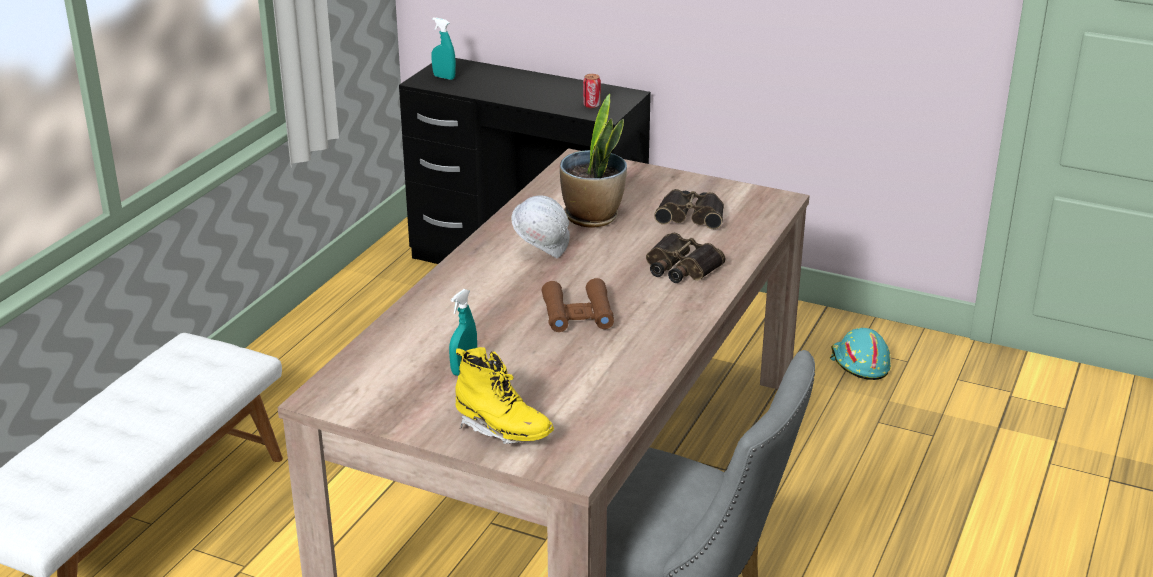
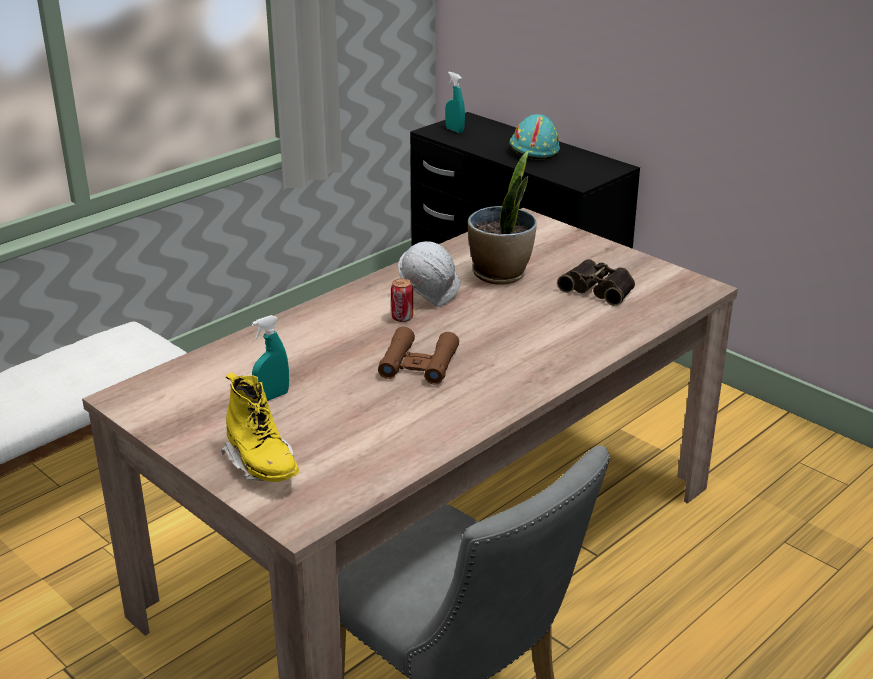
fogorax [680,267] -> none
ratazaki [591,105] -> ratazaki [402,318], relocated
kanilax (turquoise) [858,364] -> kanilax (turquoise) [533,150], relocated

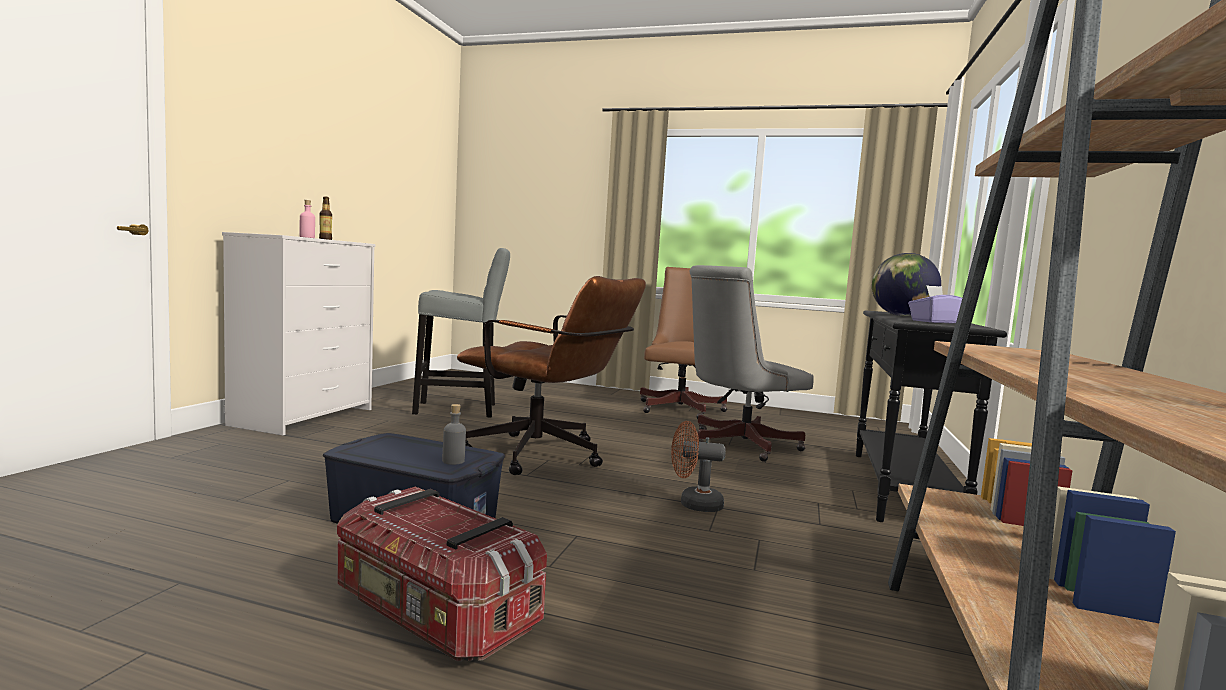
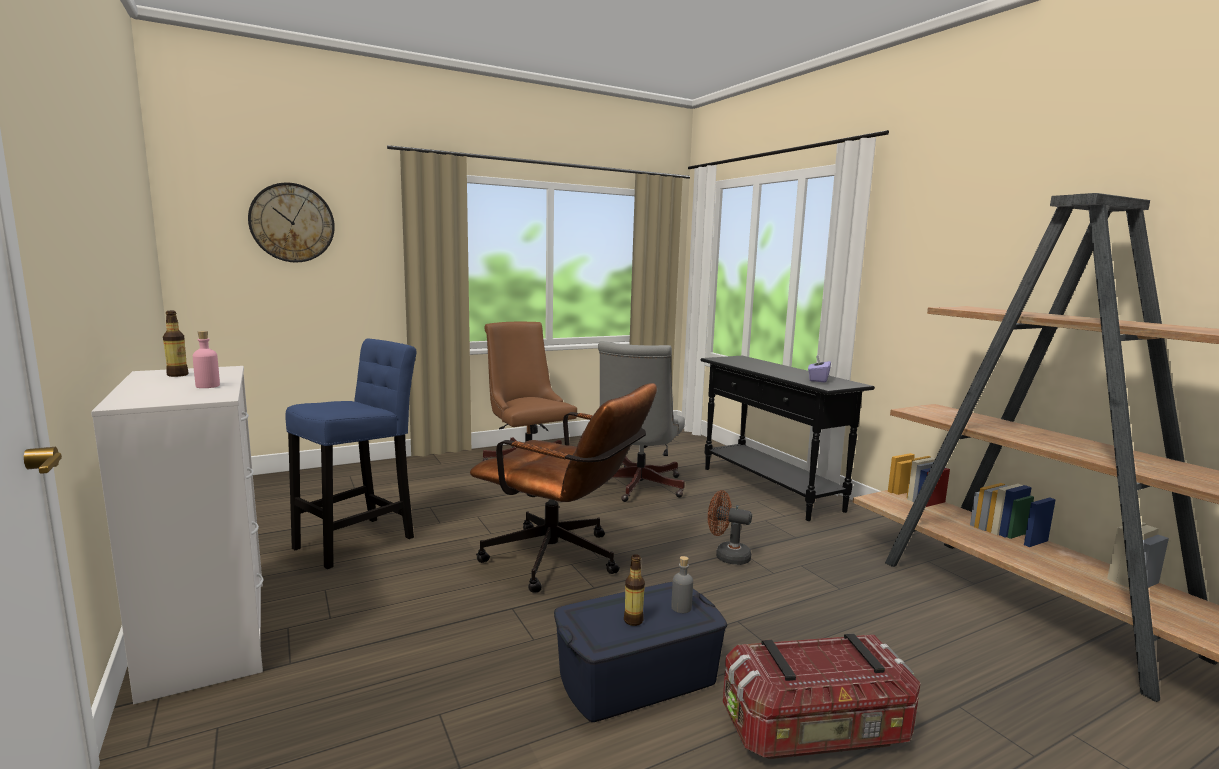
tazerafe [901,315] -> none
none -> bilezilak [292,223]
none -> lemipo [633,620]
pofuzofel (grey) [461,409] -> pofuzofel (blue) [360,540]
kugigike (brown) [546,457] -> kugigike (brown) [563,561], 45 degrees clockwise
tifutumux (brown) [693,504] -> tifutumux (brown) [727,556], 60 degrees clockwise

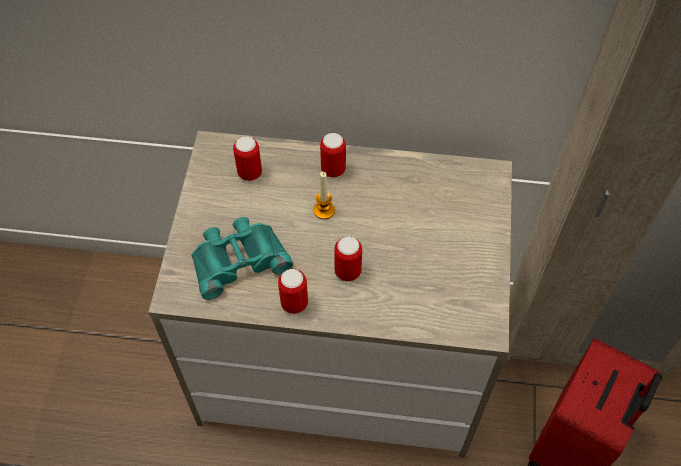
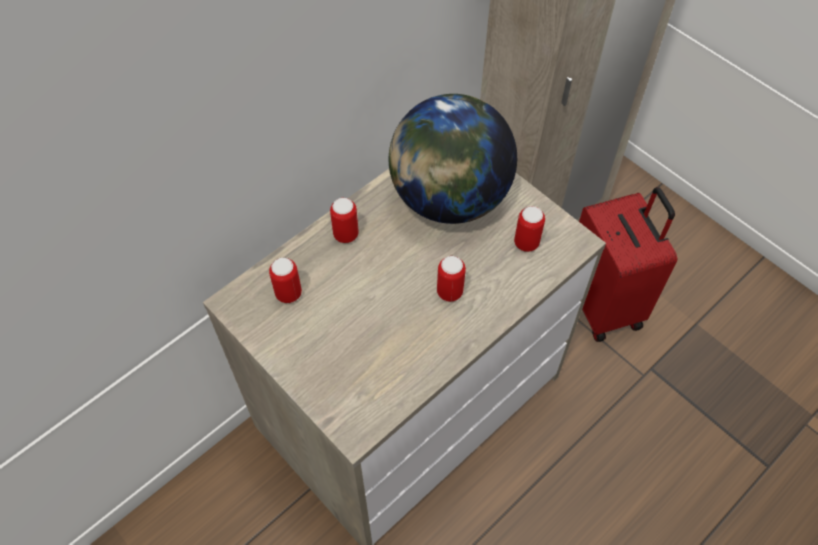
fogorax (turquoise) [238,259] -> none
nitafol [324,210] -> none
none -> tazerafe [449,198]
ratazaki [294,303] -> ratazaki [526,243], relocated

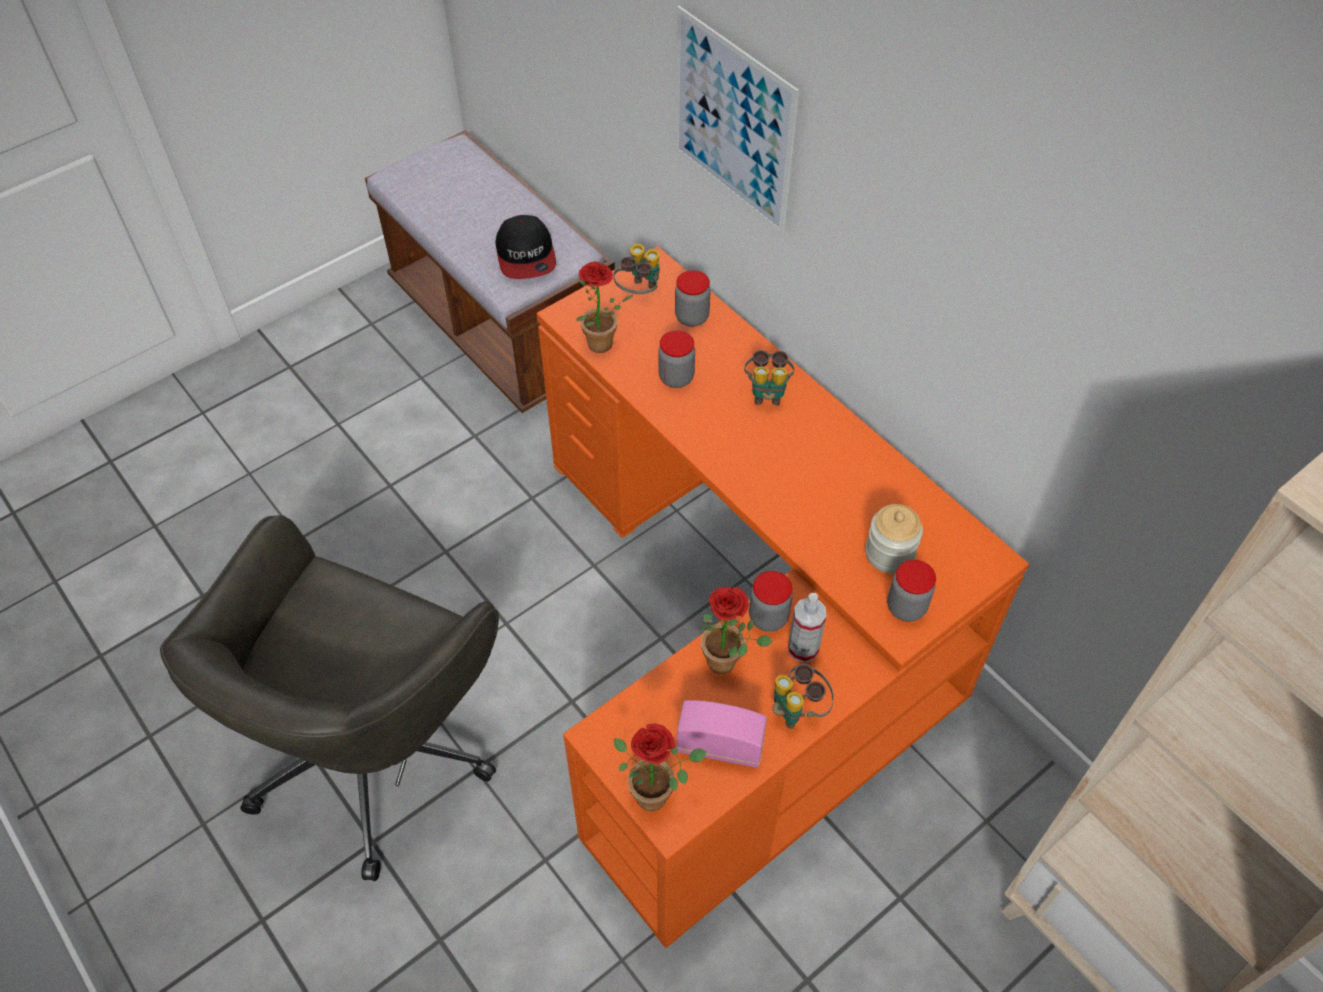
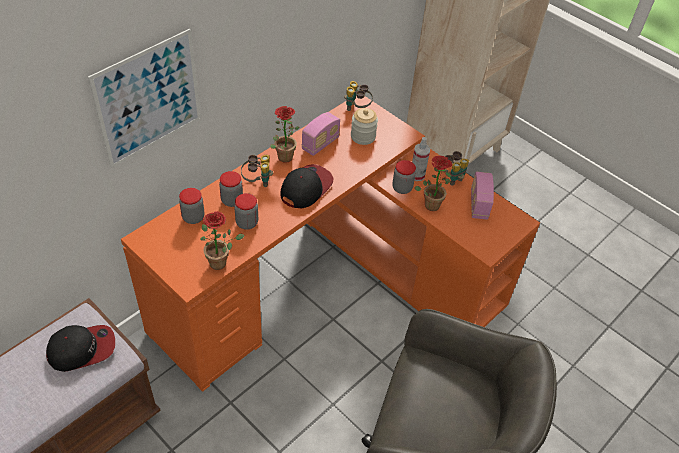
none -> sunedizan [306,188]
none -> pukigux [320,144]
fogorax [639,292] -> fogorax [357,108], relocated
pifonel [657,793] -> pifonel [283,155], relocated
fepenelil [906,607] -> fepenelil [232,200], relocated

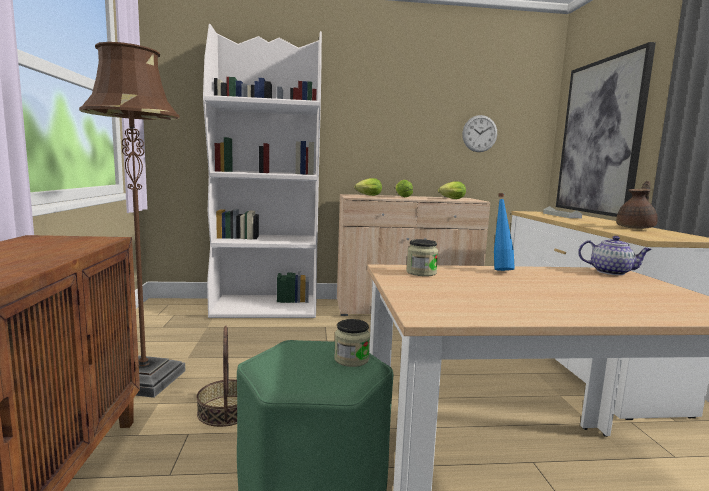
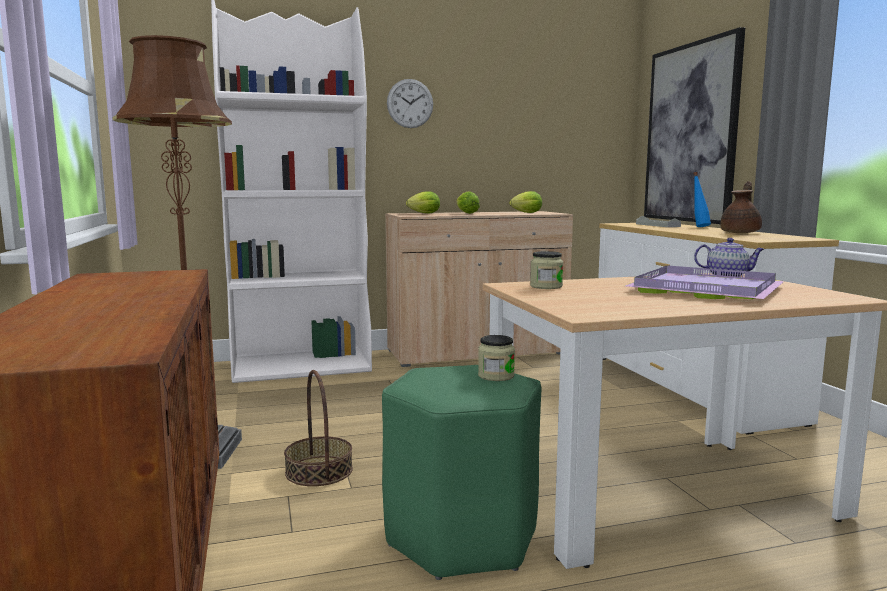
none -> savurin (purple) [708,289]
bilezilak [479,133] -> bilezilak [410,103], relocated
lemipo (blue) [500,270] -> lemipo (blue) [698,227], relocated

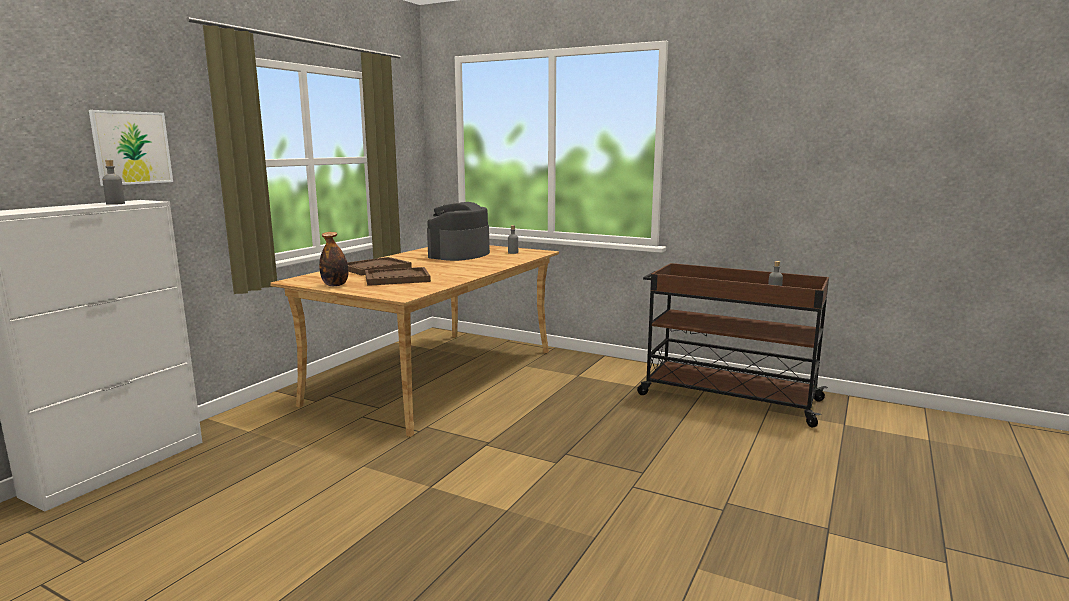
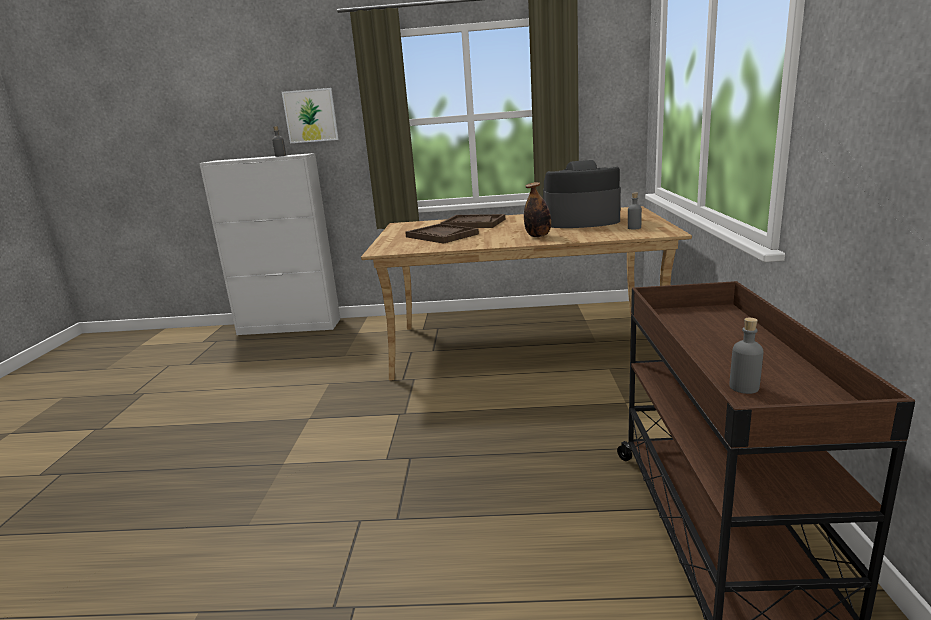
lemipo [335,285] -> lemipo [538,236], relocated

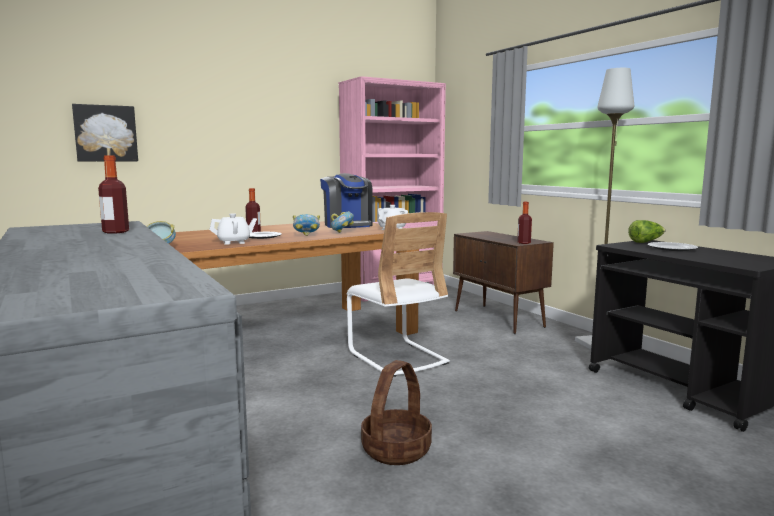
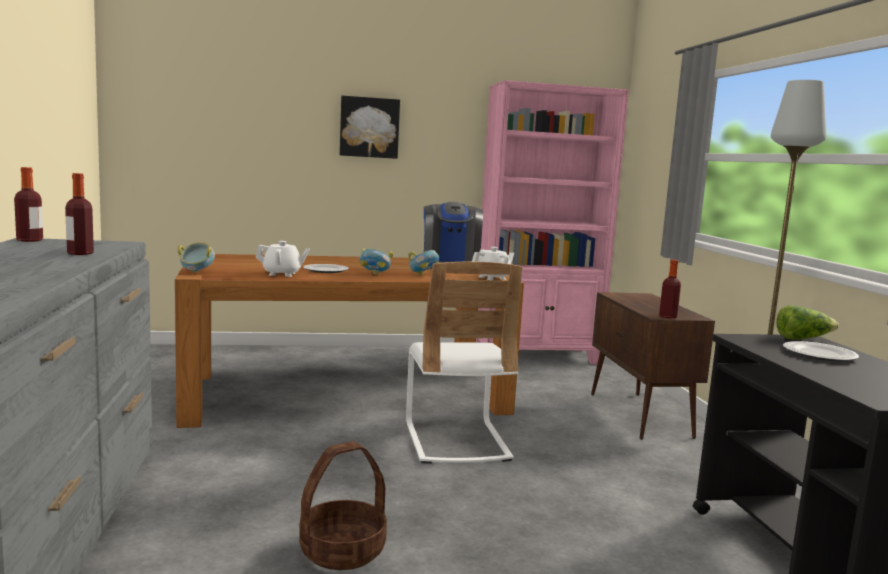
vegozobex [105,133] -> vegozobex [369,127], relocated
lemipo [253,232] -> lemipo [30,240], relocated

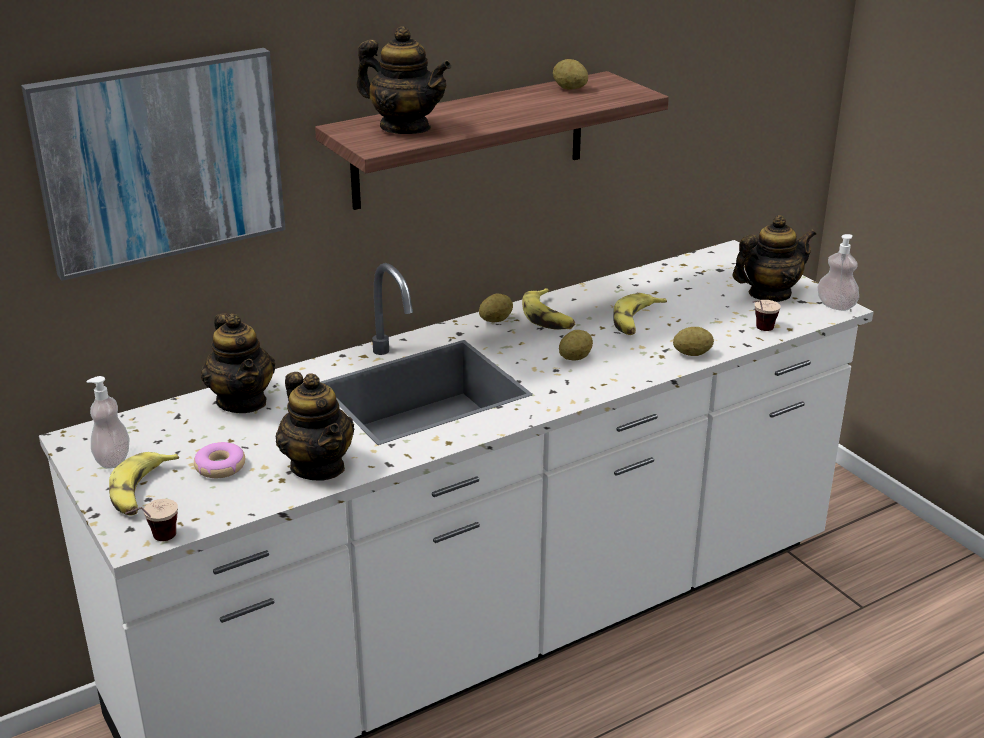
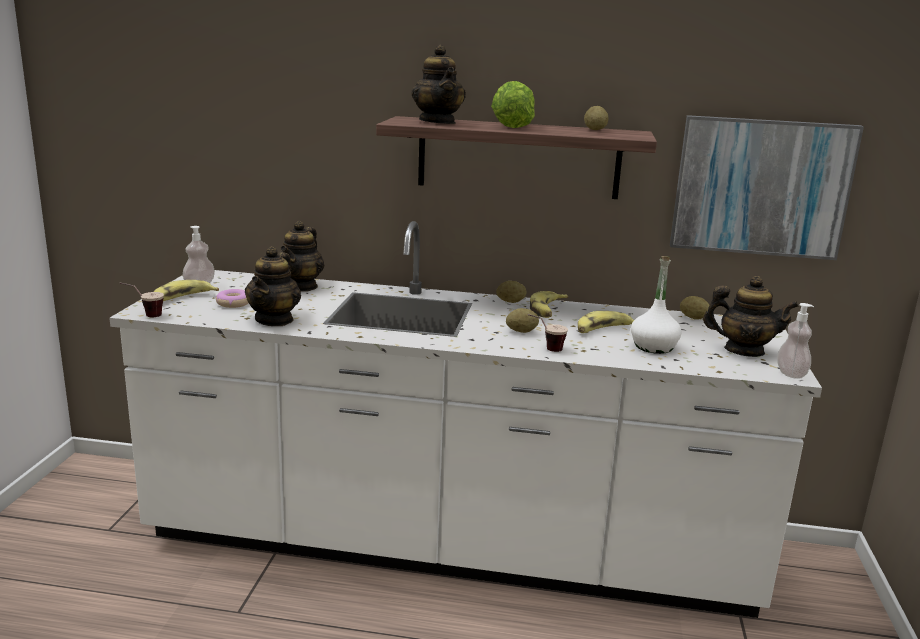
none -> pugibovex [512,126]
none -> lemipo (white) [653,347]
vegozobex [161,160] -> vegozobex [761,187], relocated
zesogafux [692,354] -> zesogafux [693,318], relocated
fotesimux [759,331] -> fotesimux [545,349], relocated

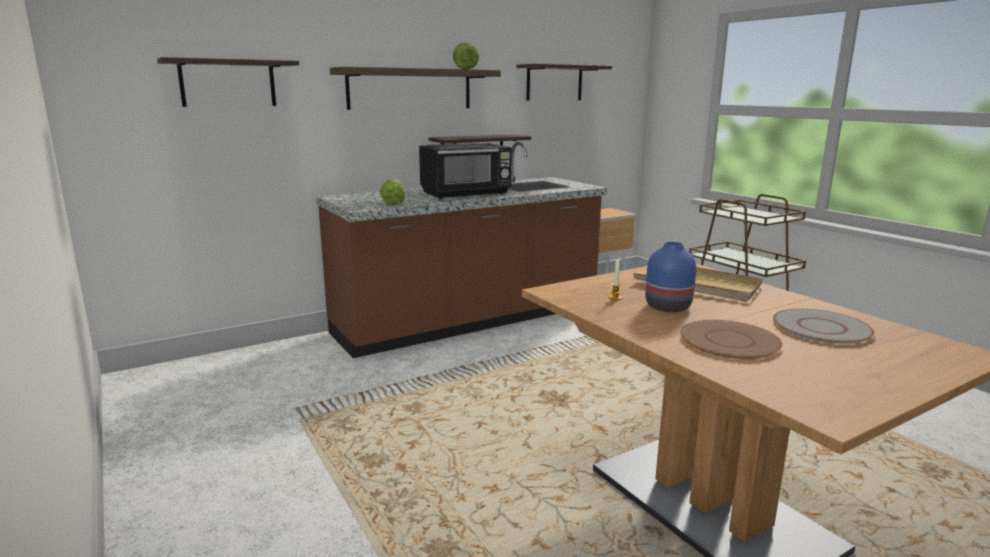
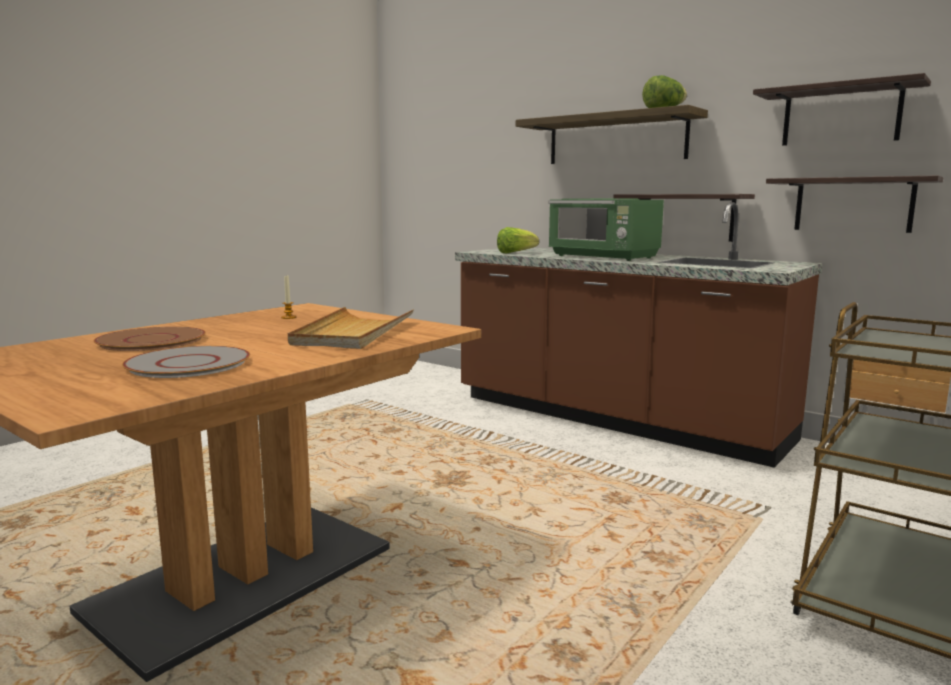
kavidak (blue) [668,307] -> none
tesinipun [228,83] -> tesinipun [853,205], relocated
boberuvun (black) [466,194] -> boberuvun (green) [604,257]

